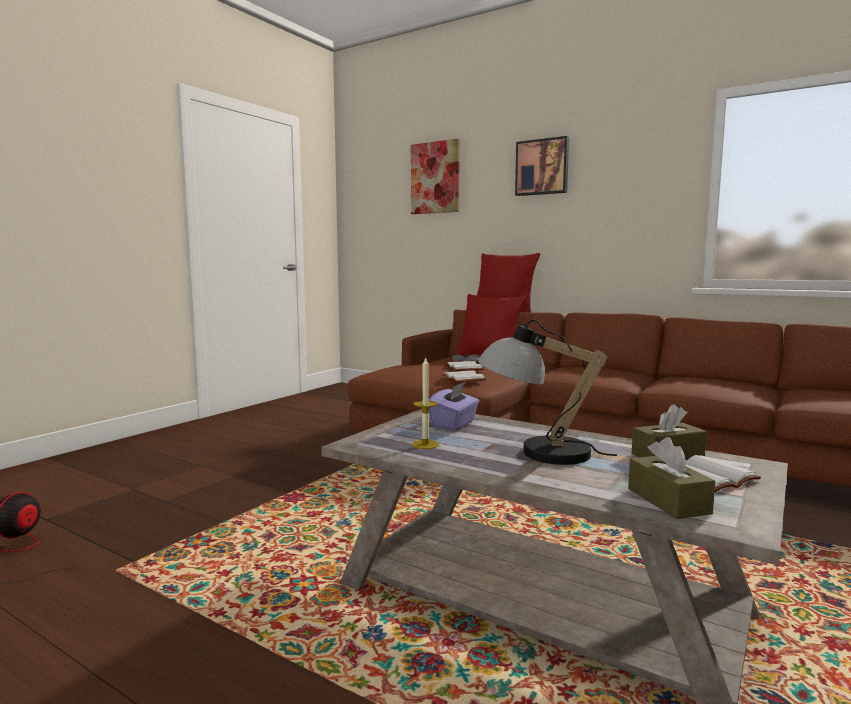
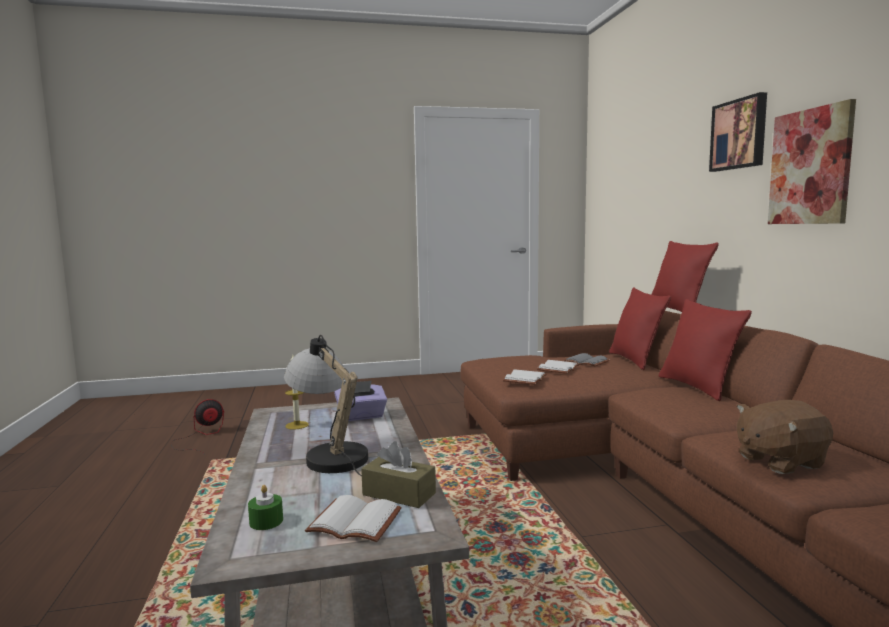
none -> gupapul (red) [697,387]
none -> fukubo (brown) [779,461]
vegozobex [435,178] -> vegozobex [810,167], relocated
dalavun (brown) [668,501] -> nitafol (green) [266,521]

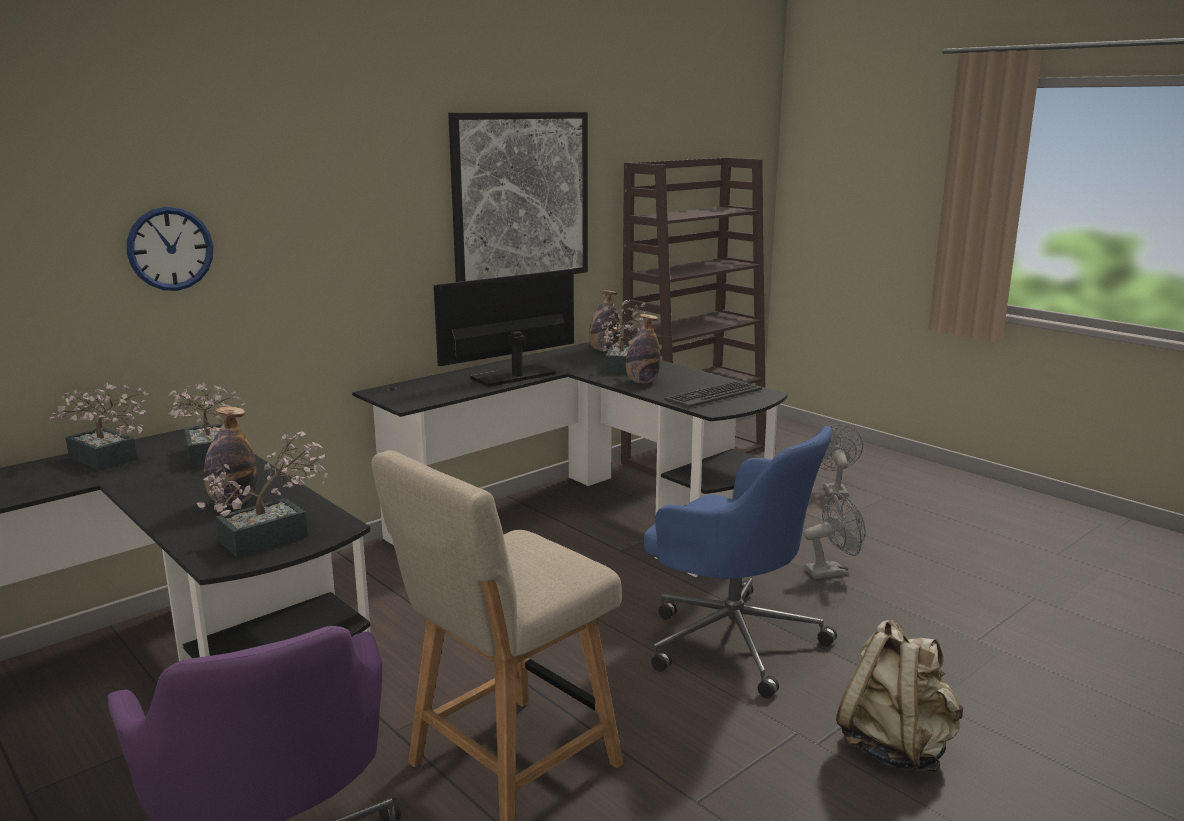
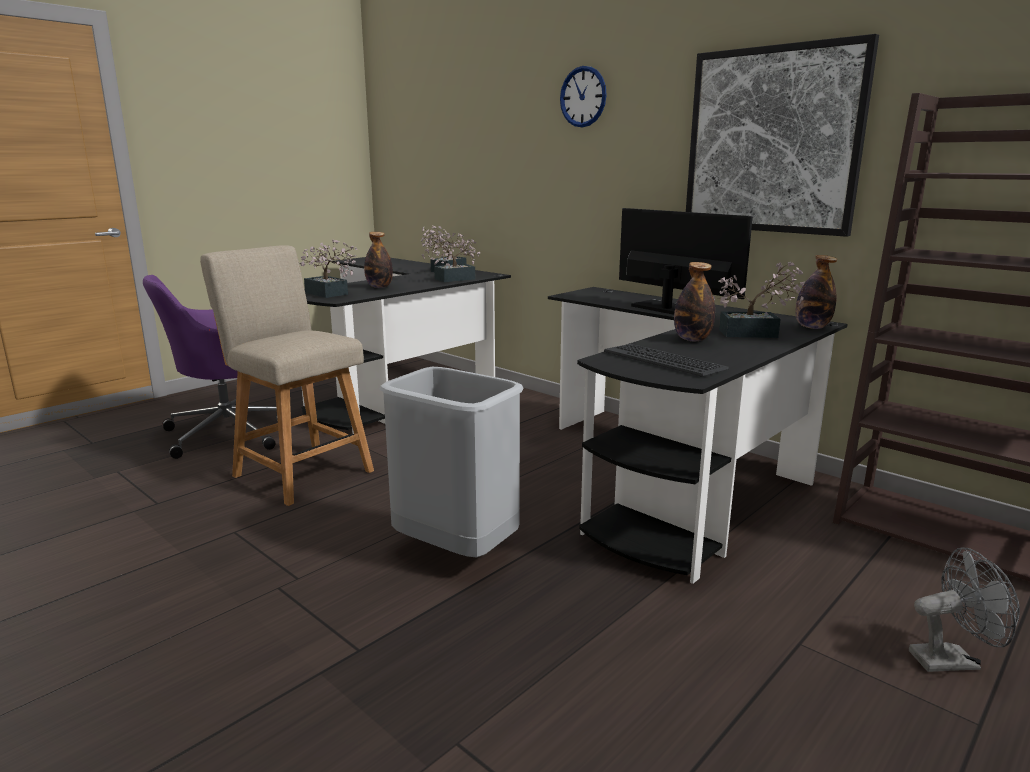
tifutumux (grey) [832,571] -> none
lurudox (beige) [895,747] -> none
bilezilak [170,249] -> bilezilak [583,97], relocated
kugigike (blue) [731,639] -> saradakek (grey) [454,551]

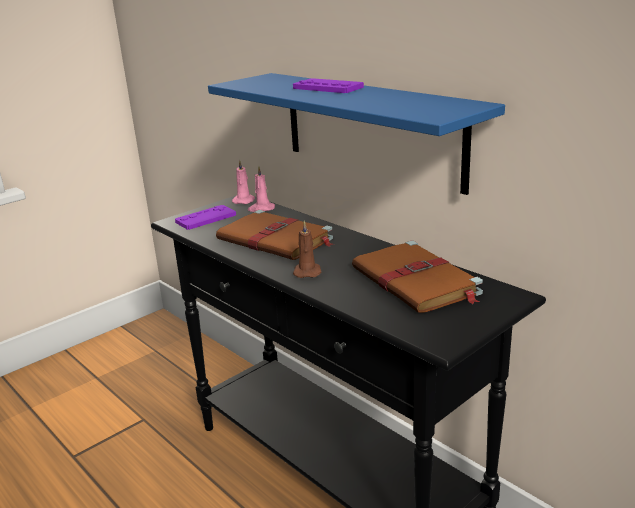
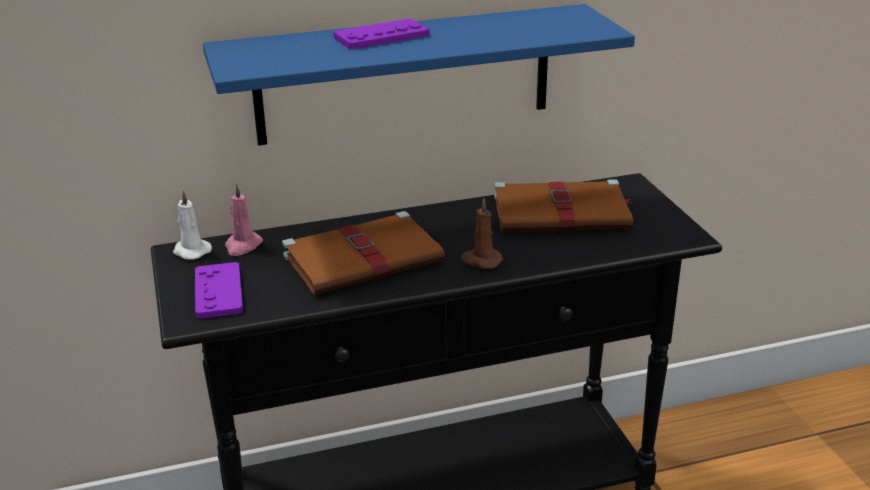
nitafol (pink) [244,200] -> nitafol (white) [191,251]

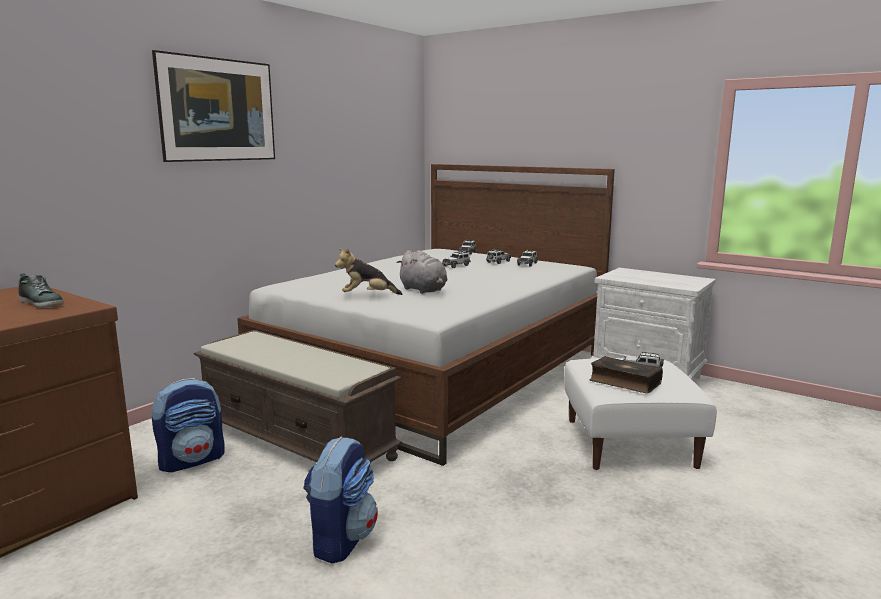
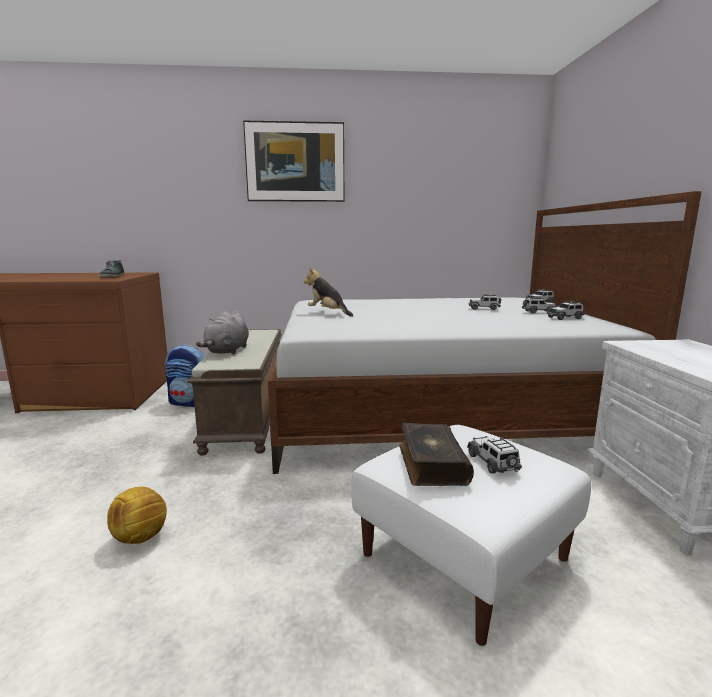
lurudox [341,539] -> none
none -> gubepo [140,537]
fukubo (grey) [424,290] -> fukubo (grey) [227,351], relocated

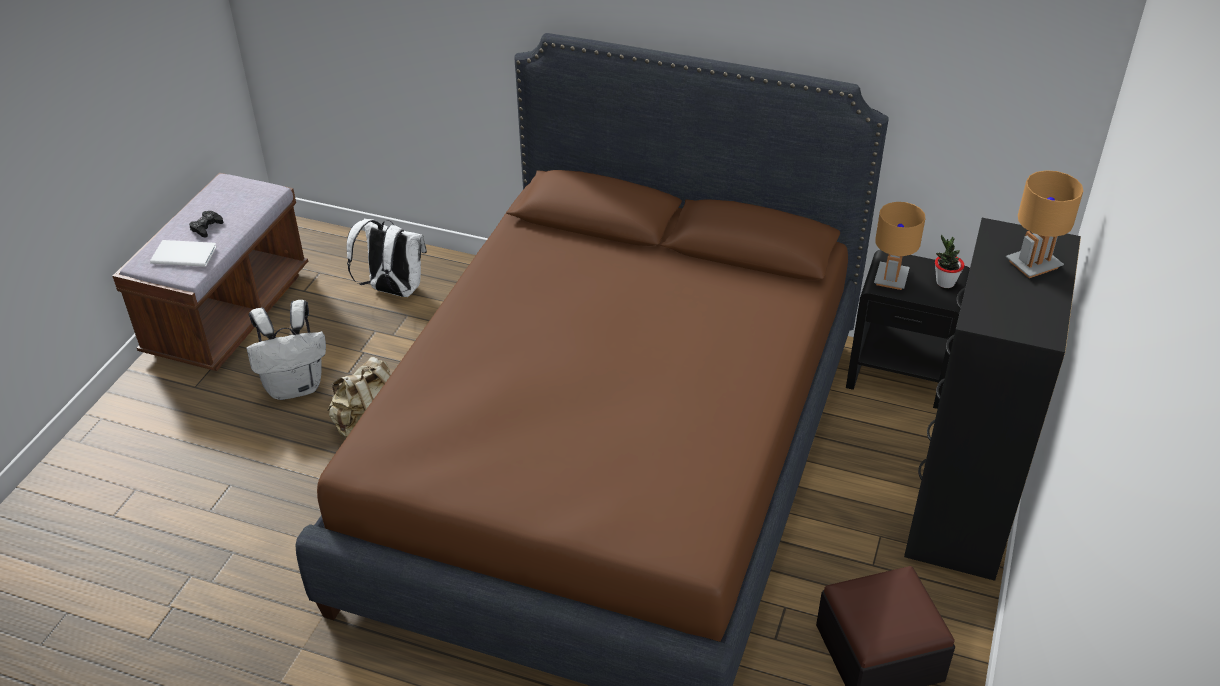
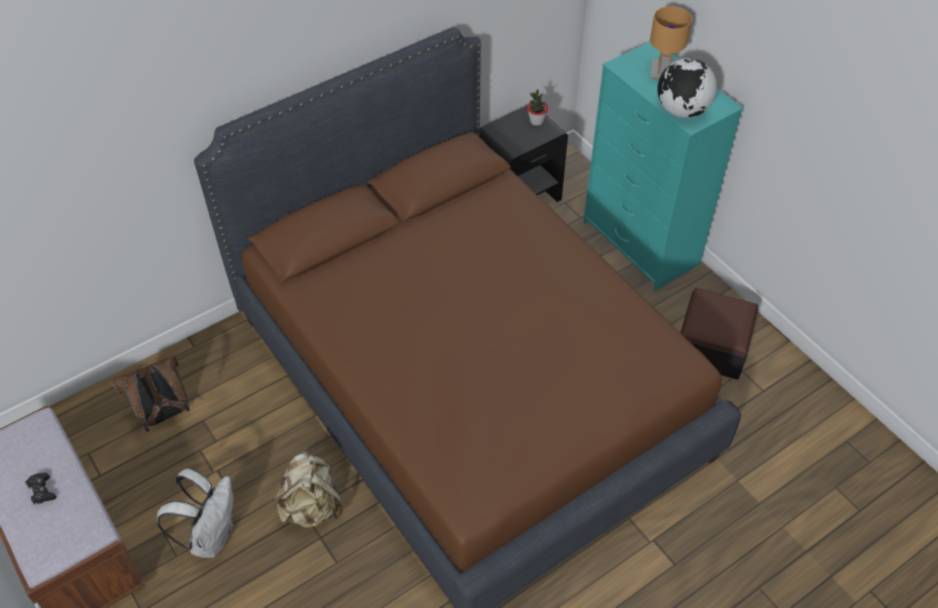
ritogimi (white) [183,254] -> none
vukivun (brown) [890,278] -> none
none -> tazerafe [682,111]
lurudox (white) [393,290] -> lurudox (brown) [164,415]
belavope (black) [960,509] -> belavope (turquoise) [641,243]

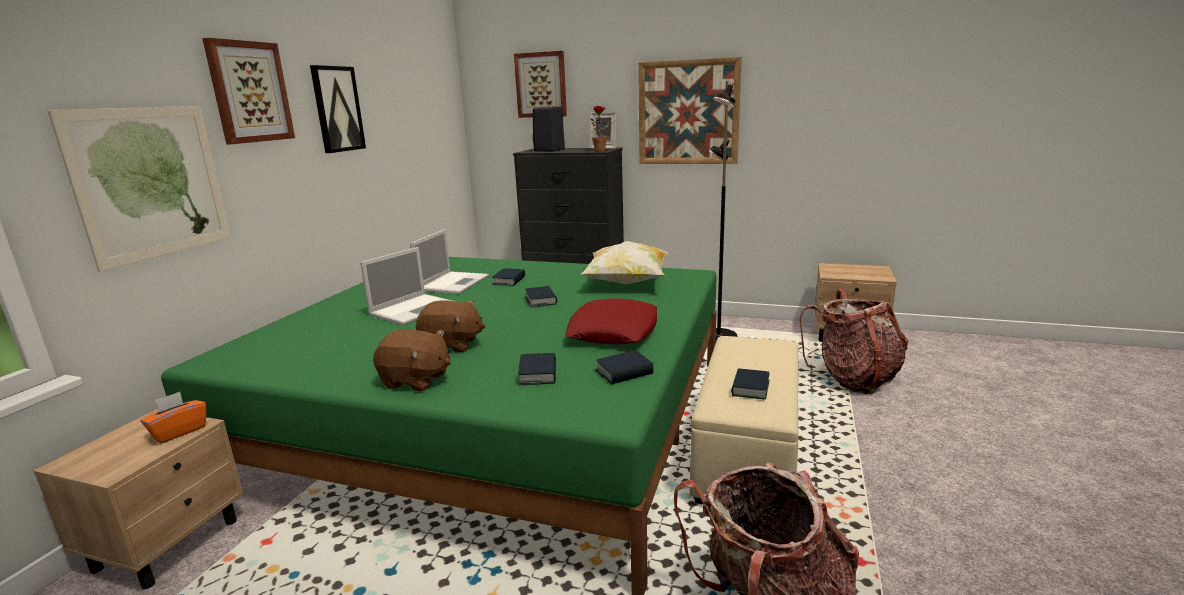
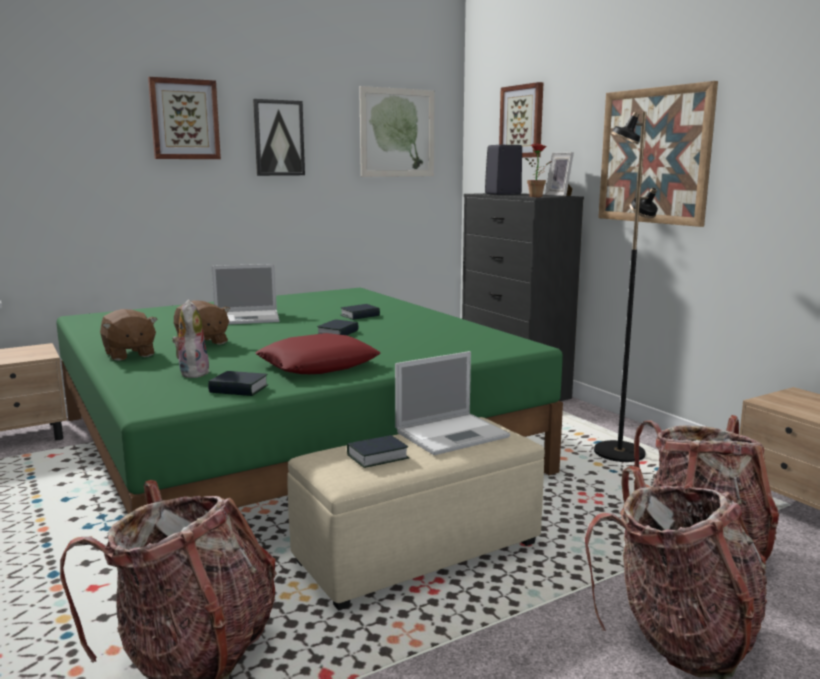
dalavun (orange) [179,431] -> none
gupapul [626,283] -> none
none -> lurudox [679,638]
vegozobex [151,182] -> vegozobex [397,133], relocated
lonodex [454,283] -> lonodex [453,434], relocated
ritogimi [538,374] -> fukubo [192,372]

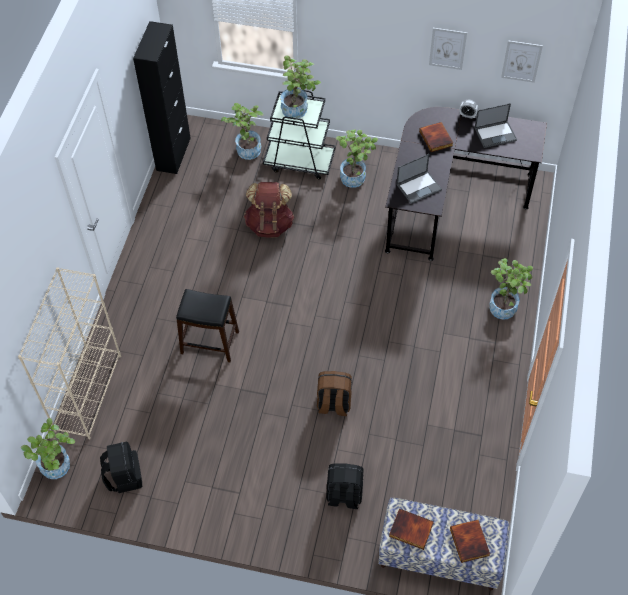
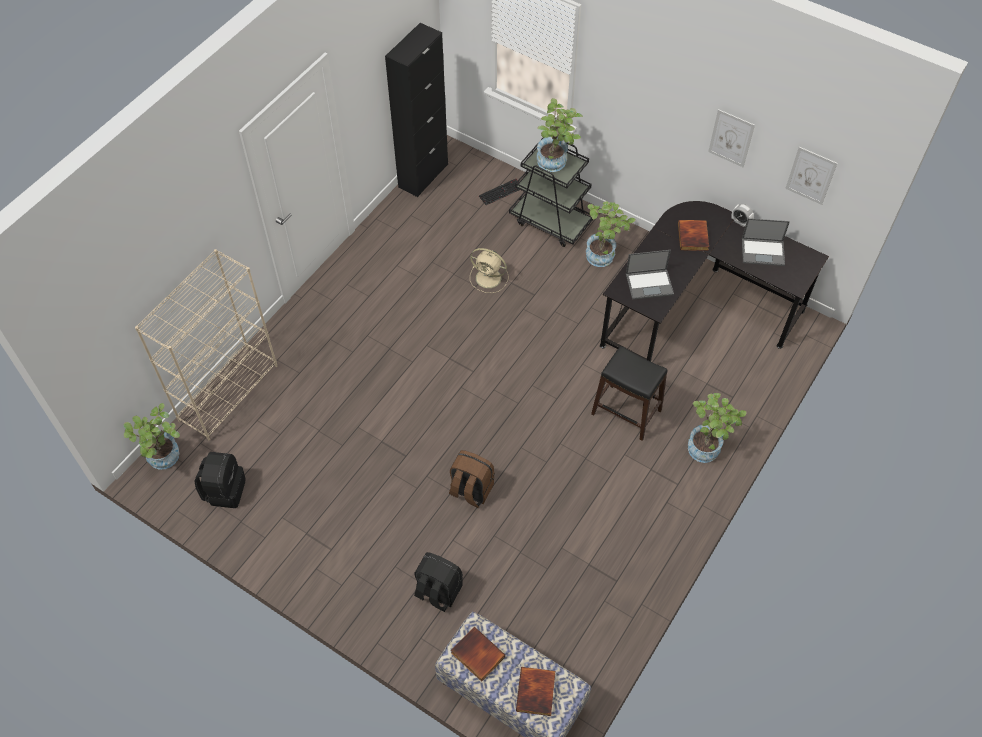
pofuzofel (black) [210,343] -> pofuzofel (black) [626,412], relocated
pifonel [246,148] -> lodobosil [501,191]
lurudox (brown) [270,224] -> tifutumux (beige) [489,278]

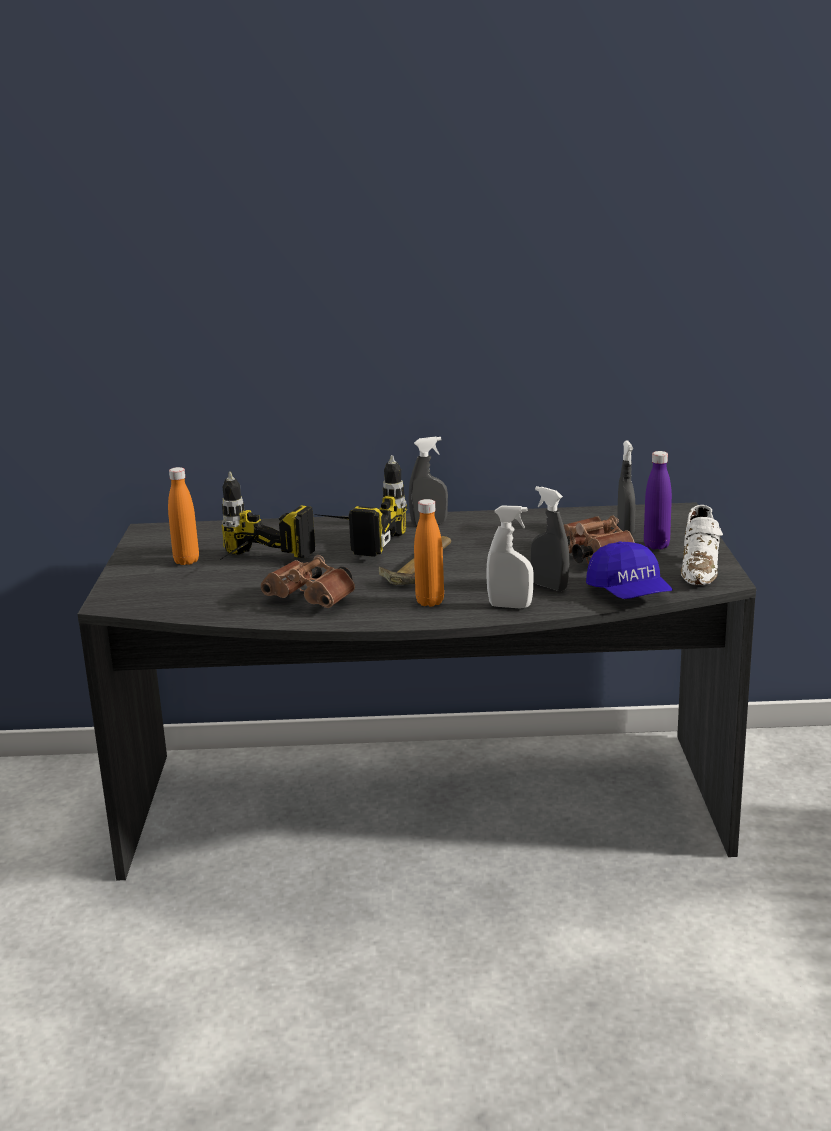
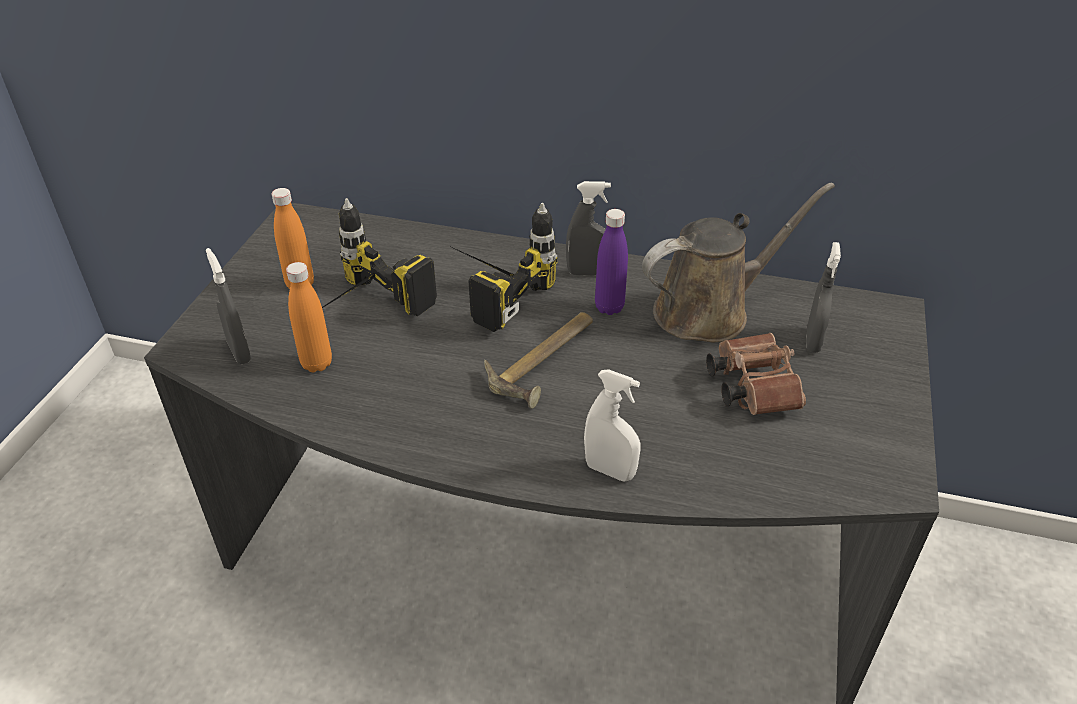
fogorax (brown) [313,600] -> none
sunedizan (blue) [629,594] -> none
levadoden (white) [700,569] -> none
none -> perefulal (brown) [709,311]
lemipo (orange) [430,602] -> lemipo (orange) [316,363], relocated
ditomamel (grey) [549,586] -> ditomamel (grey) [239,352], relocated
lemipo (purple) [656,546] -> lemipo (purple) [609,307], relocated

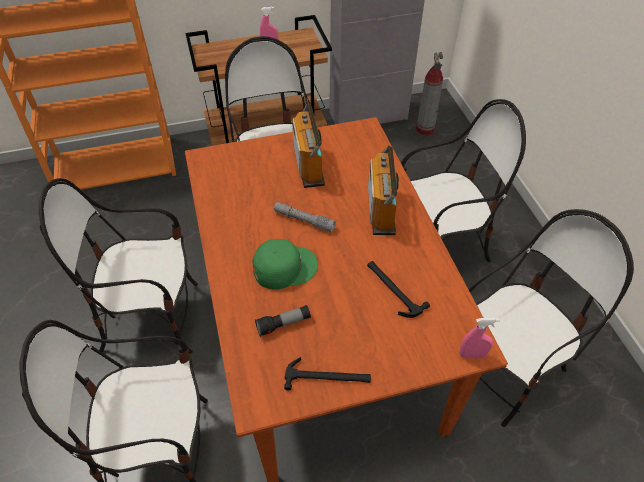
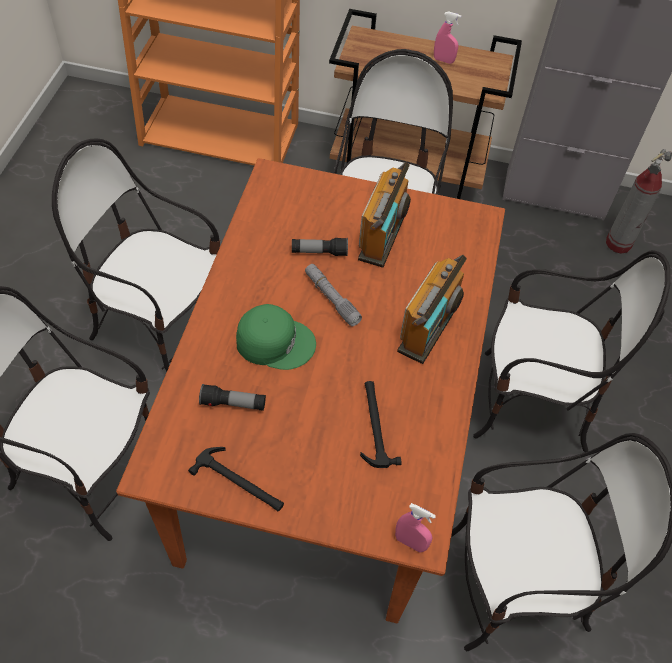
none -> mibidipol [319,252]

